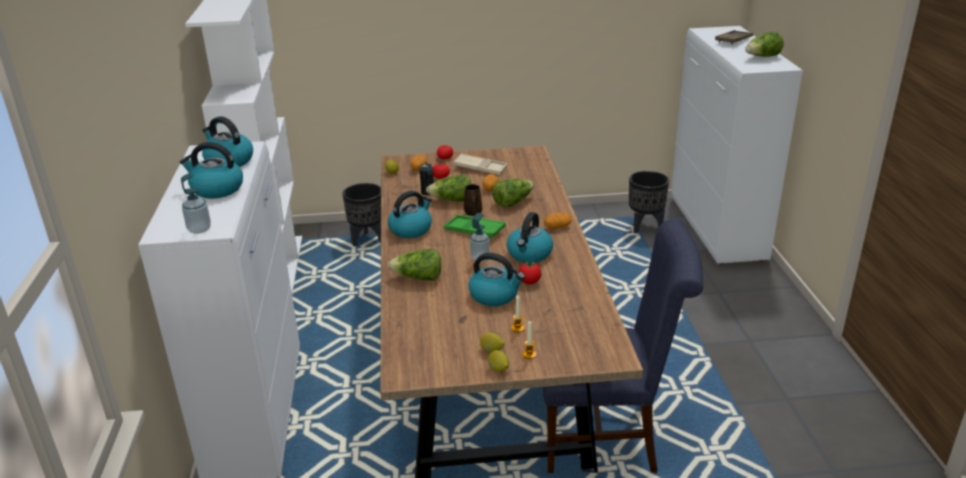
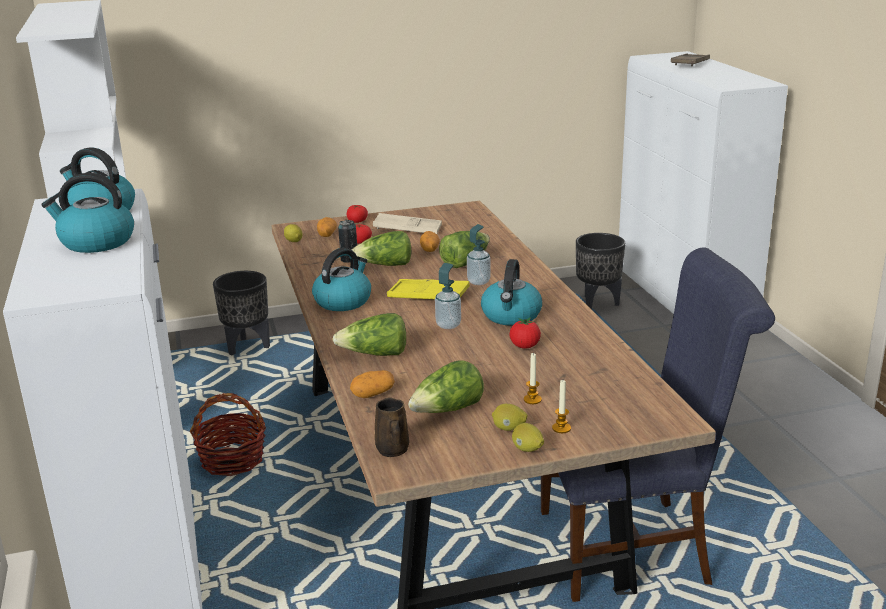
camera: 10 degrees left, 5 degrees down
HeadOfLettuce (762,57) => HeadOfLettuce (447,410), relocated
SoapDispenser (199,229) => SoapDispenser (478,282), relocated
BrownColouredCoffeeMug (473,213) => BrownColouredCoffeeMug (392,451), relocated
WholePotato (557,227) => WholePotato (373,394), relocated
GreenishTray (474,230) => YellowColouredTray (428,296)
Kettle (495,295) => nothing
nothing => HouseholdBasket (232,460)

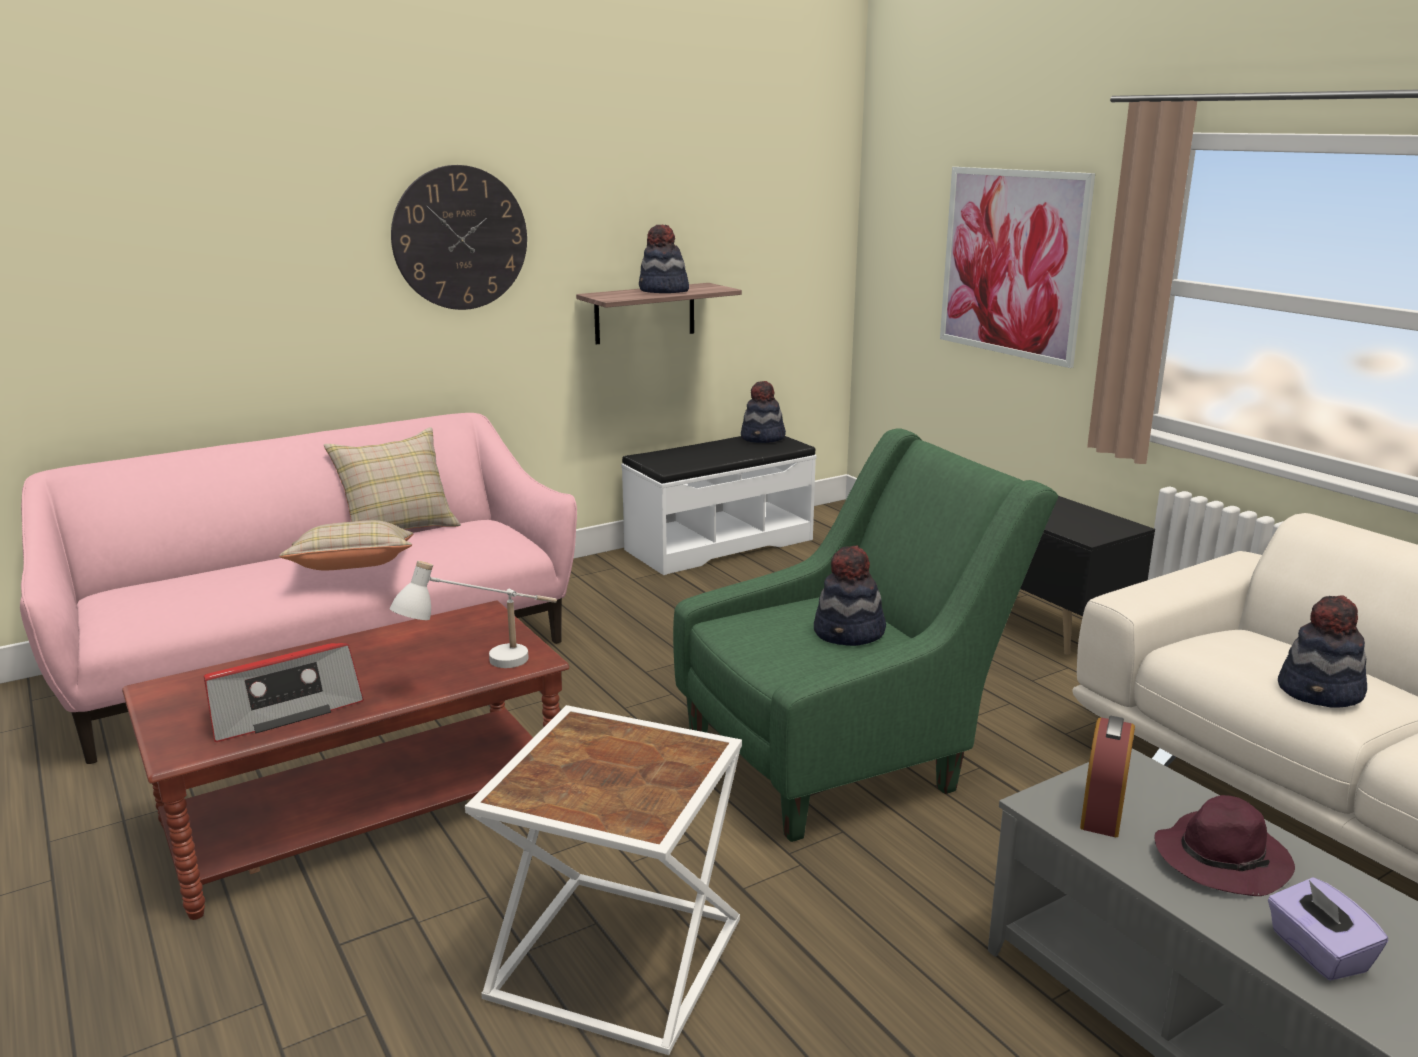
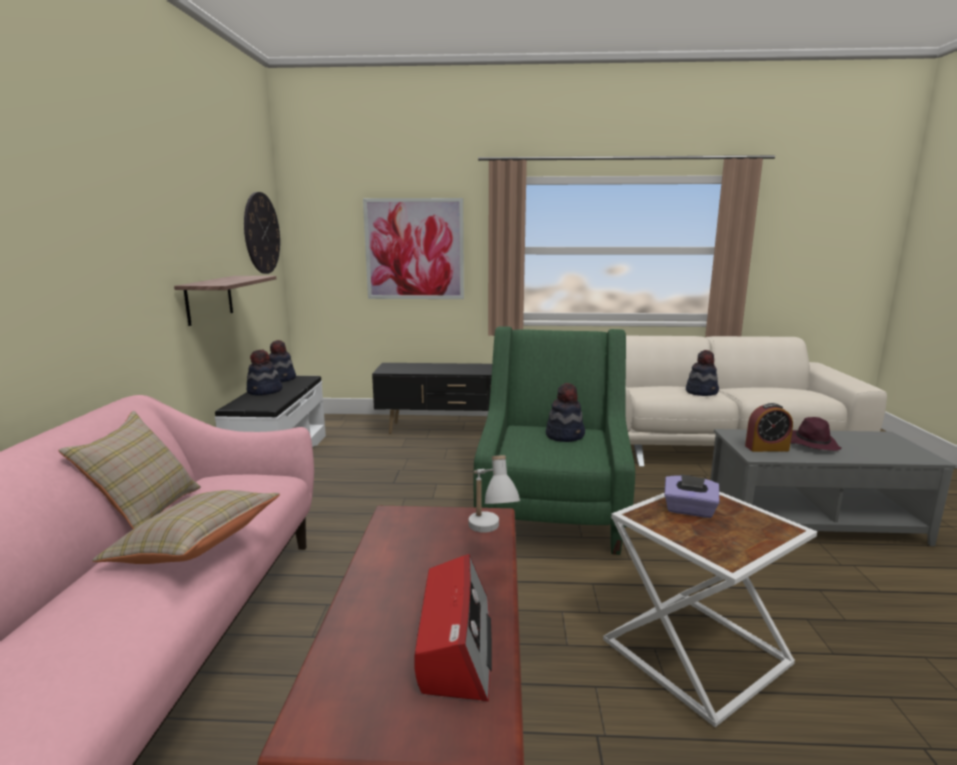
camera: 55 degrees left, 5 degrees down
ClockOnTheWall (460,238) => ClockOnTheWall (262,233), relocated
Hat (663,291) => Hat (265,391), relocated
TableClock (1103,811) => TableClock (766,448), 120 degrees clockwise
PurpleColouredBoxOfTissues (1317,952) => PurpleColouredBoxOfTissues (689,510), relocated

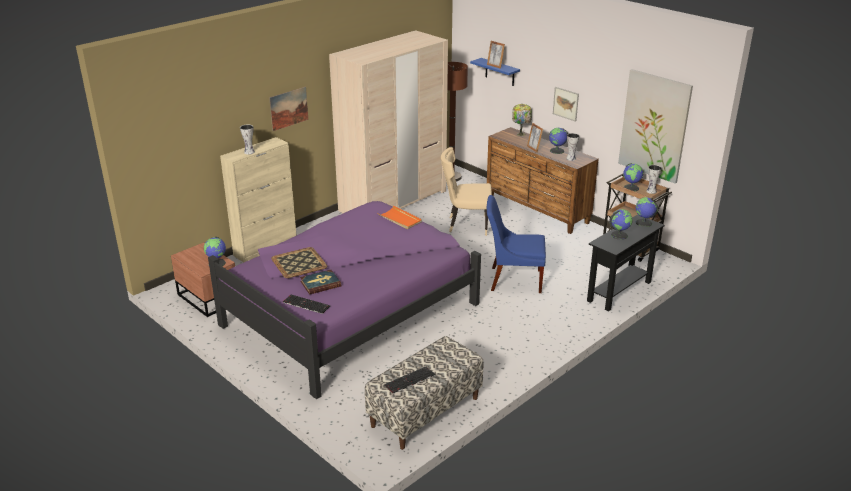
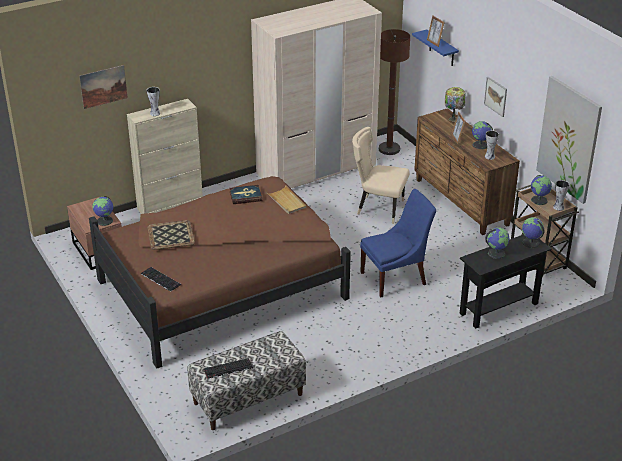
camera: 15 degrees right, 5 degrees up
WallArt (289,108) => WallArt (103,86), relocated
BlueColouredUprightChair (513,279) => BlueColouredUprightChair (396,278), 135 degrees clockwise
PurpleColouredBedroomBed (350,309) => BrownColouredBedroomBed (224,283)
OrangeTray (400,219) => BeigeTray (286,201)
BoundBook (320,283) => BoundBook (245,196), relocated

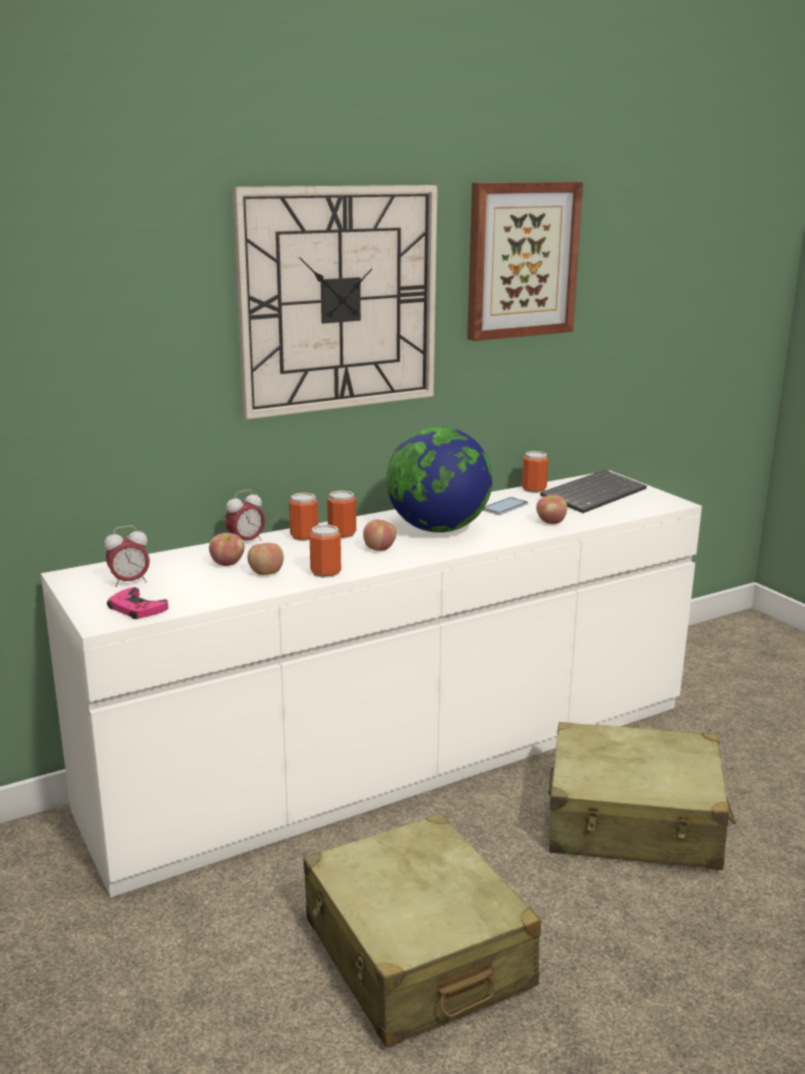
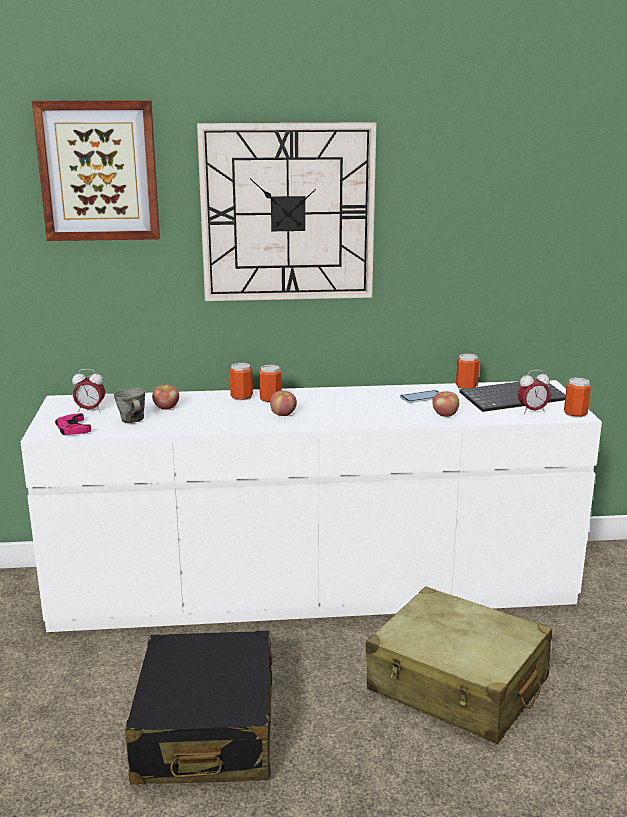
camera: 25 degrees right, 0 degrees up
WallArt (521,260) => WallArt (99,171), relocated
WorldGlobe (438,529) => nothing
TableClock (246,541) => TableClock (532,411), relocated
MetalCan (325,572) => MetalCan (575,414), relocated
Apple (266,573) => nothing
BeigePieceOfLuggage (416,954) => BlackColouredPieceOfLuggage (206,730)
nothing => GrayCoffeeMug (132,420)

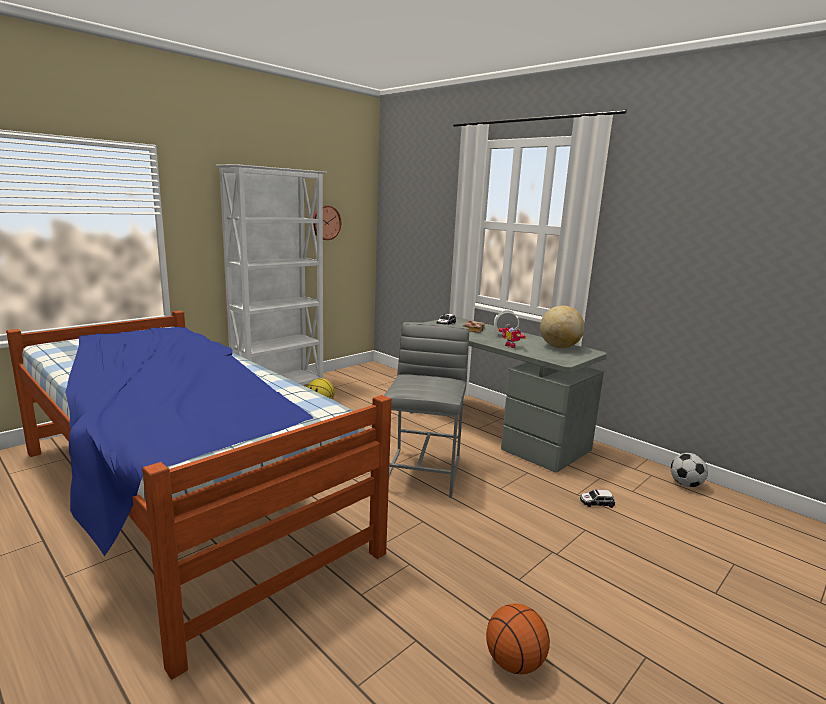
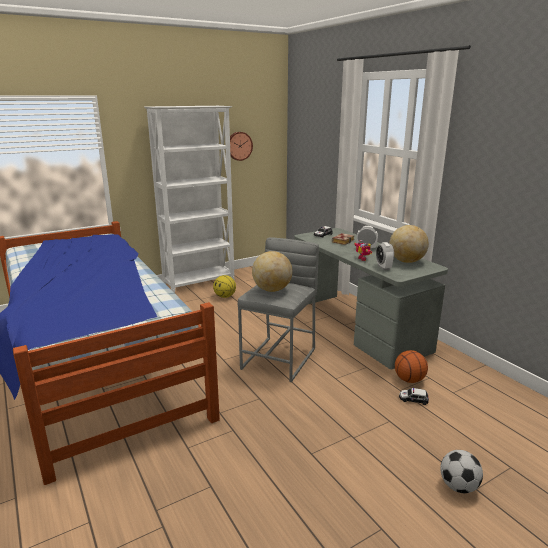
camera: 15 degrees right, 5 degrees up
BallForFootball (686,485) => BallForFootball (458,486), relocated
Basketball (514,662) => Basketball (409,380), relocated
nothing => TableClock (383,267)
nothing => WorldGlobe (272,290)

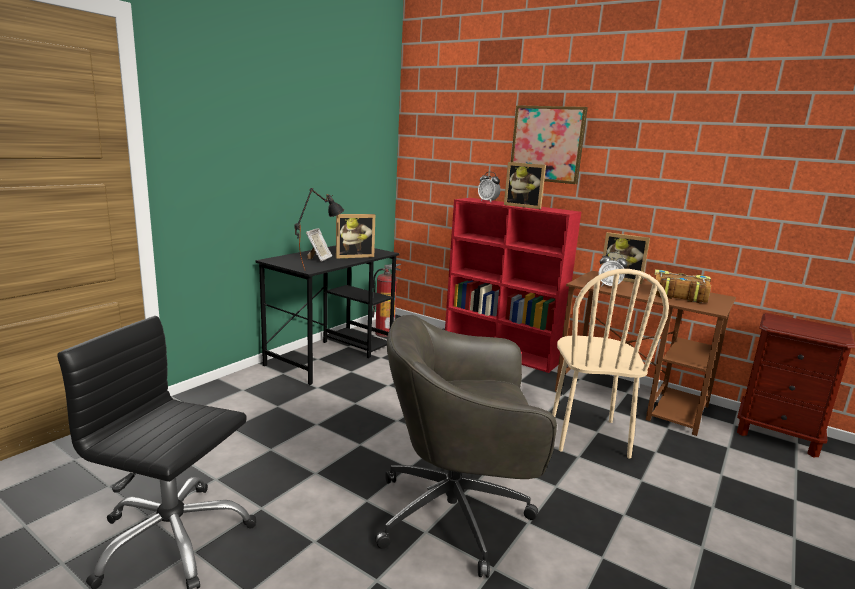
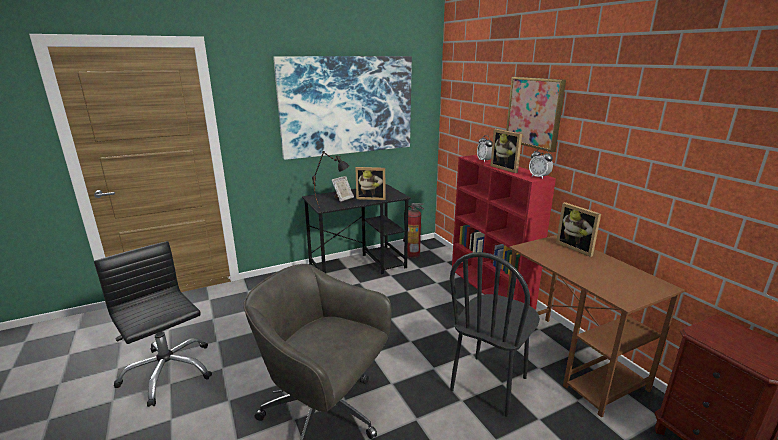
camera: 30 degrees right, 5 degrees up
TableClock (609,286) => TableClock (539,177), relocated
BeigeUprightChair (587,435) => BlackColouredUprightChair (489,384)
BoundBook (678,295) => nothing
nothing => WallArt (347,106)

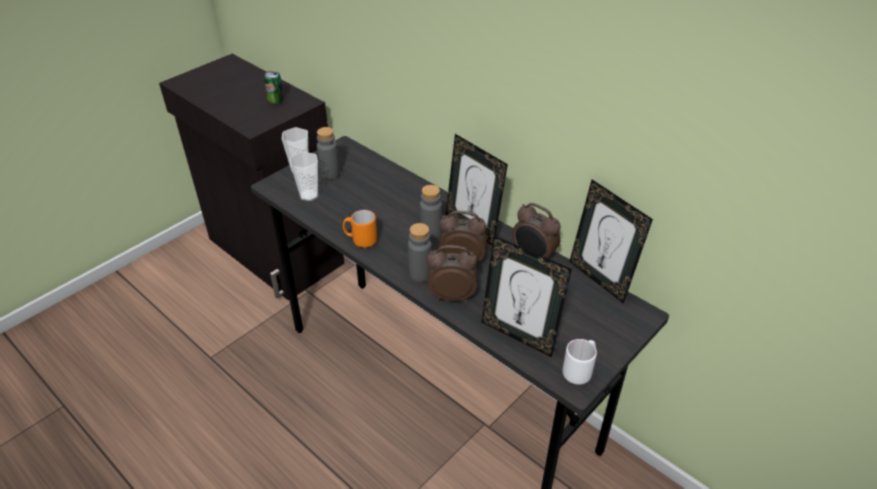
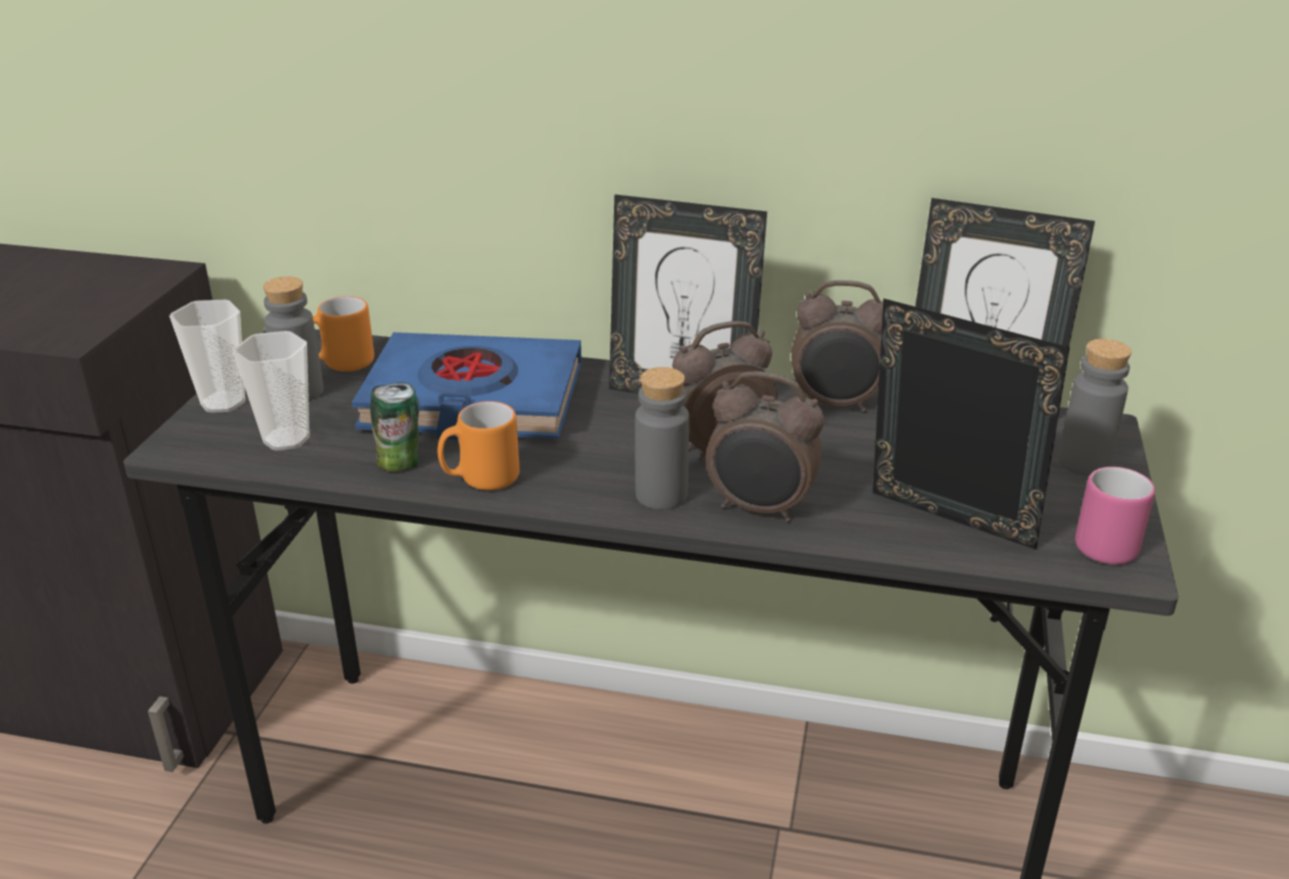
camera: 30 degrees left, 10 degrees down
MetalCan (275,101) => MetalCan (400,463), relocated
GrayDrinkBottle (431,234) => GrayDrinkBottle (1083,463), relocated
PictureFrame (519,335) => PictureFrame (946,527), 150 degrees counterclockwise
TableClock (452,296) => TableClock (760,509), 135 degrees counterclockwise
WhitishCoffeeMug (579,370) => PinkColouredCoffeeMug (1104,542)
nothing => OrangeCoffeeMug (340,364)
nothing => BlueColouredBoundBook (473,400)

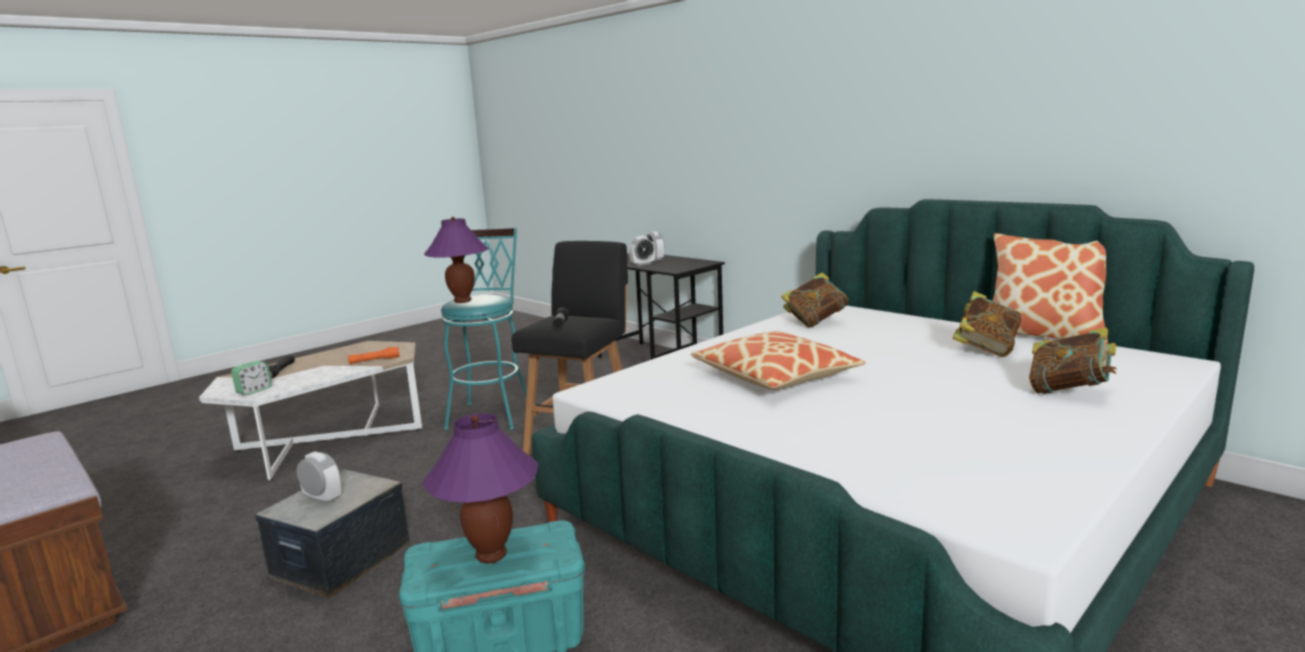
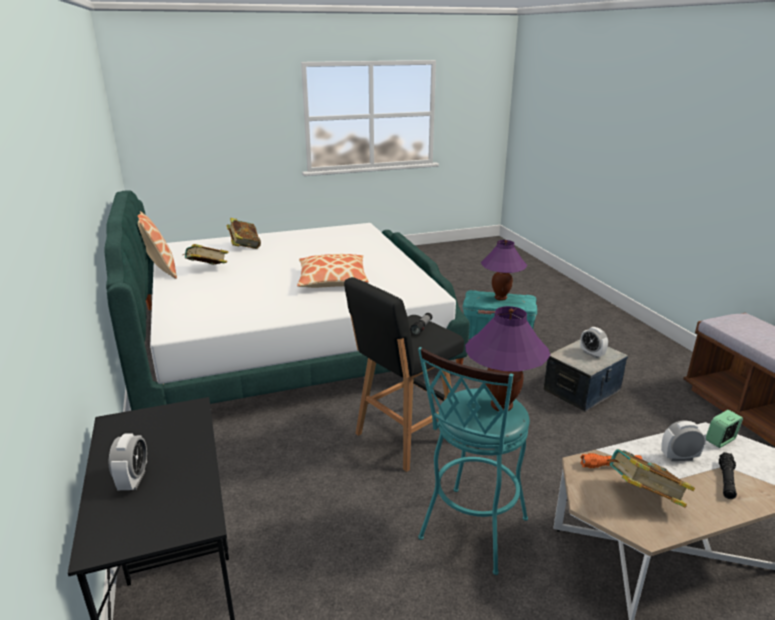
camera: 155 degrees left, 10 degrees up
TableClock (642,264) => TableClock (679,457), relocated
BoundBook (815,322) => BoundBook (642,497), relocated

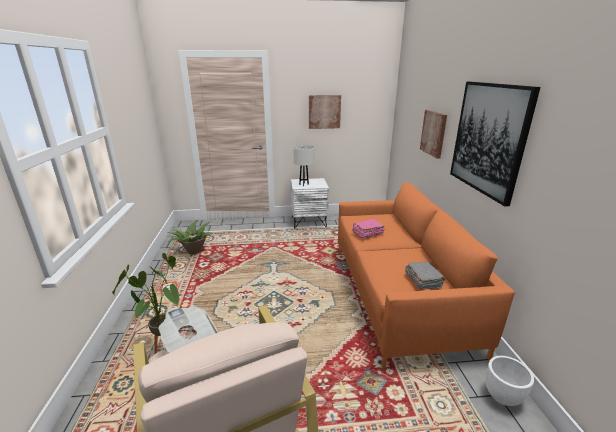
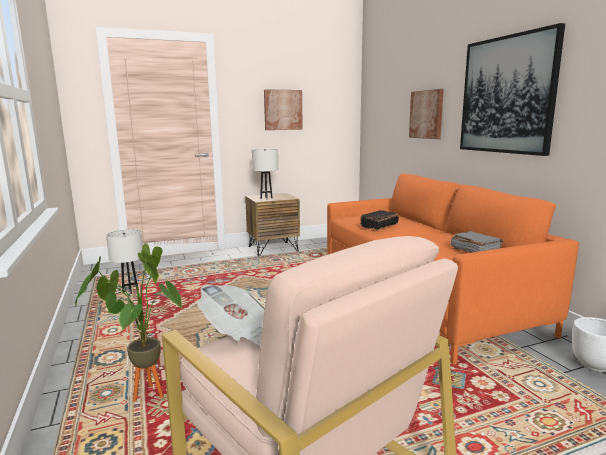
camera: 15 degrees left, 10 degrees down
WhitishBedsideTable (309,222) => BrownColouredBedsideTable (273,249)
PinkColouredBoundBook (367,233) => BlackColouredBoundBook (378,226)
Houseplant (193,252) => WhitishLampForATable (130,291)

